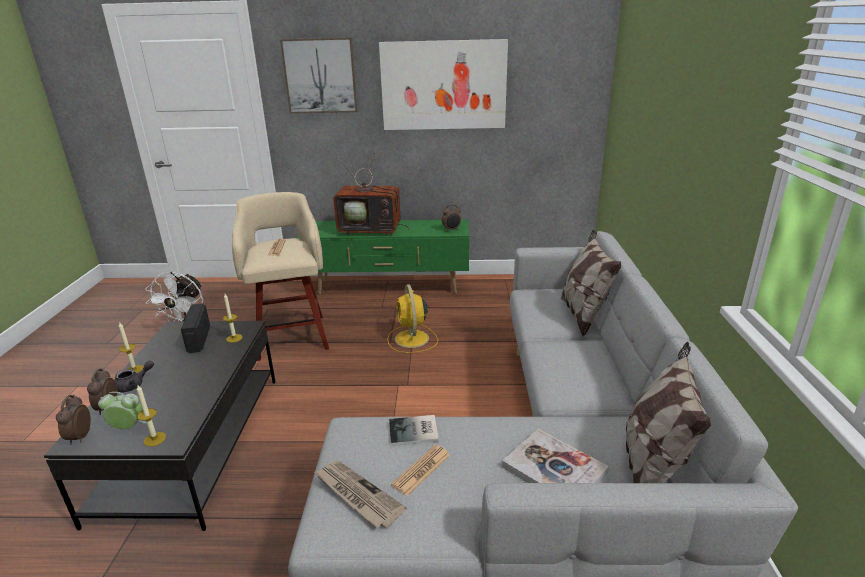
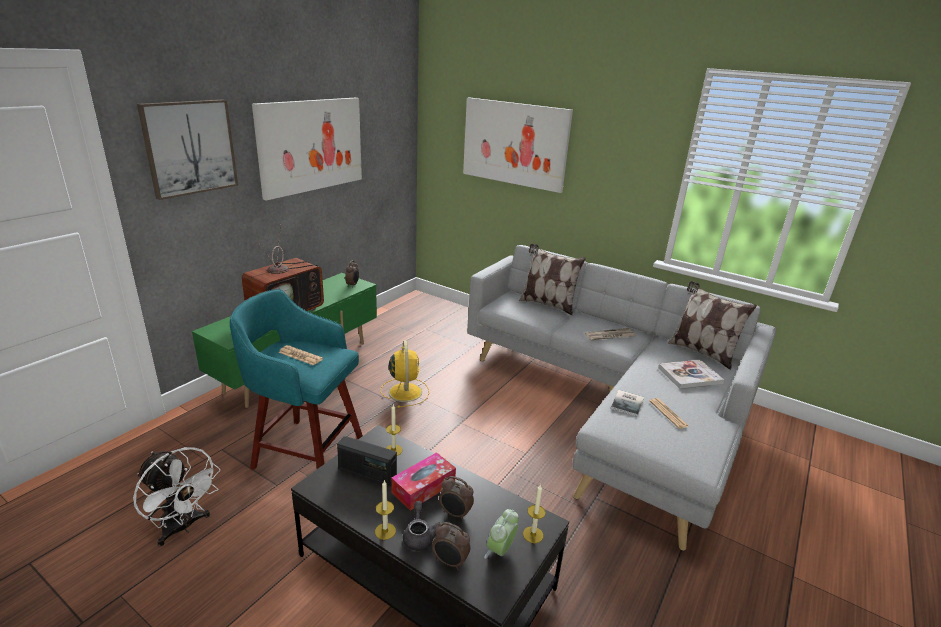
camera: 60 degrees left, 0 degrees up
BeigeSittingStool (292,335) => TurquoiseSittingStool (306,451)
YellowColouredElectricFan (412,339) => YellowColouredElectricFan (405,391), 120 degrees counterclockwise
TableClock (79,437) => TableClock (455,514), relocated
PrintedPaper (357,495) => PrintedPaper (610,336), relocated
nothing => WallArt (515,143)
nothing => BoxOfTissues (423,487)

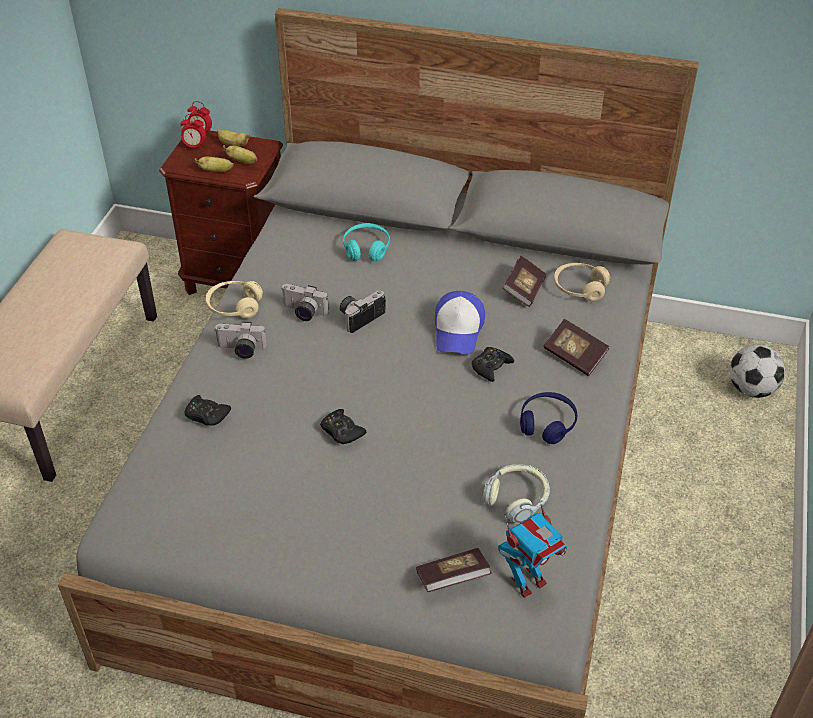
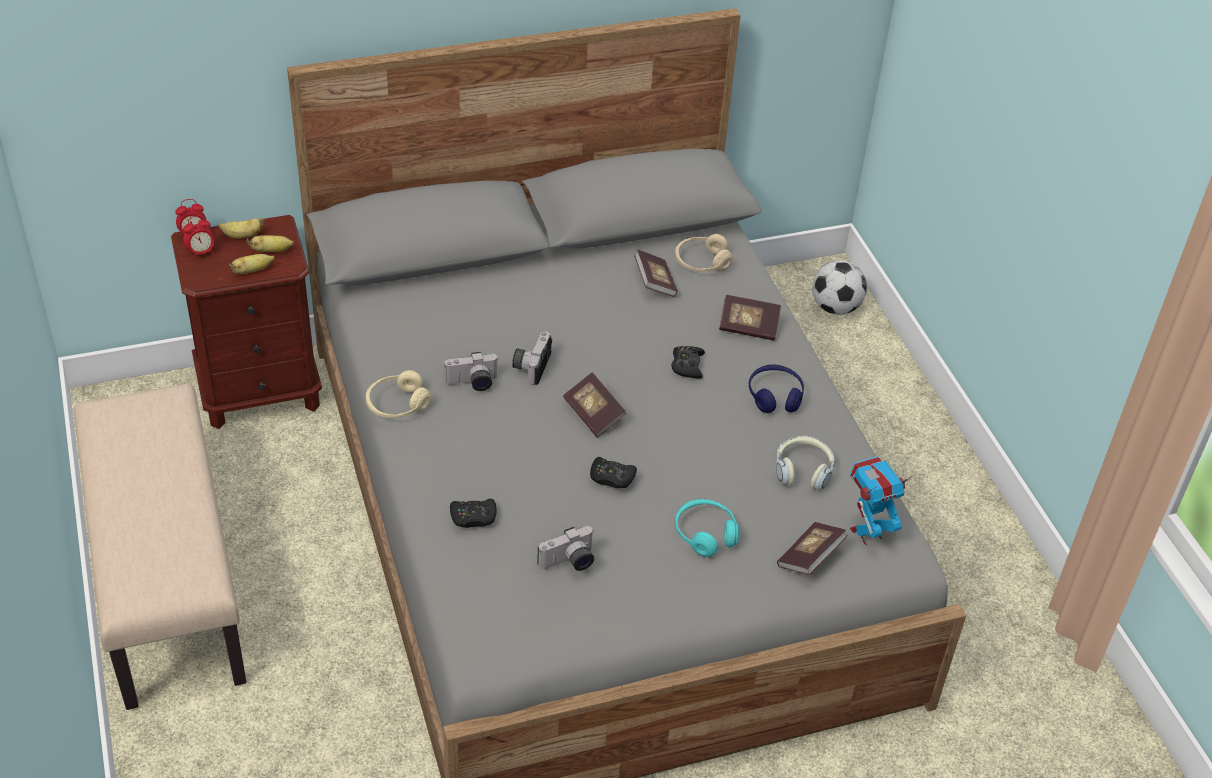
camera: 35 degrees left, 0 degrees up
TurquoiseHeadset (366,249) => TurquoiseHeadset (705,534), relocated
BaseballCap (458,330) => nothing
StillCamera (241,350) => StillCamera (569,563), relocated
ToyRobot (527,582) => ToyRobot (867,533), 135 degrees counterclockwise
nothing => BoundBook (594,414)

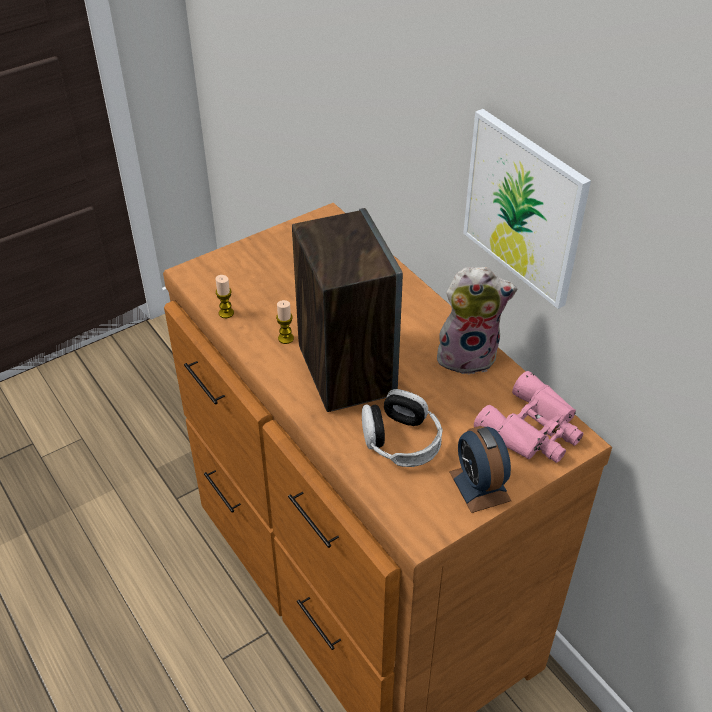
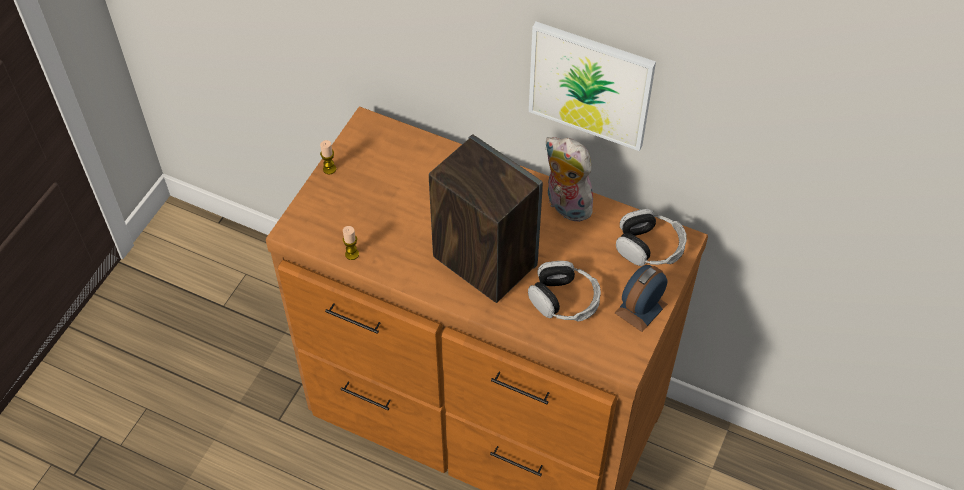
camera: 30 degrees left, 10 degrees up
CuddlyToy (468,355) => CuddlyToy (565,206), 105 degrees counterclockwise
WaxCandle (285,338) => WaxCandle (329,169), relocated
PinkColouredBinoculars (534,430) => Headset (649,247)
TableClock (479,486) => TableClock (641,308), 90 degrees clockwise

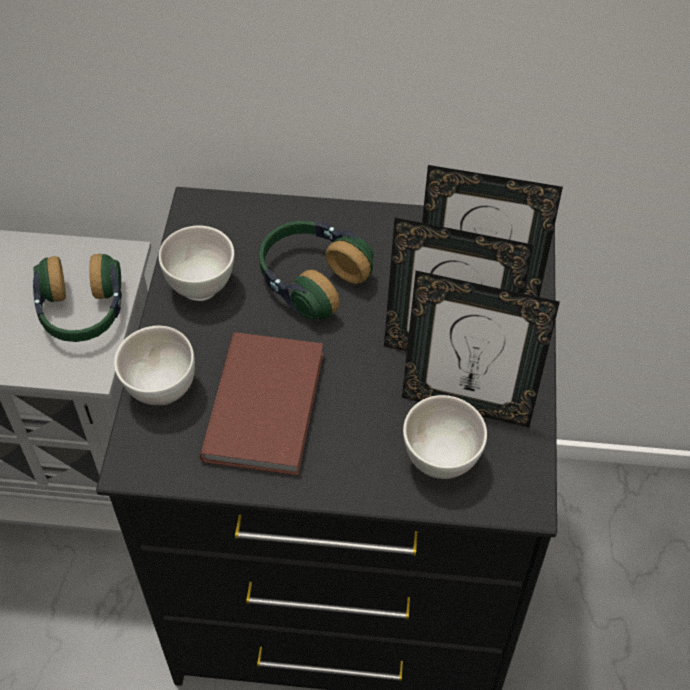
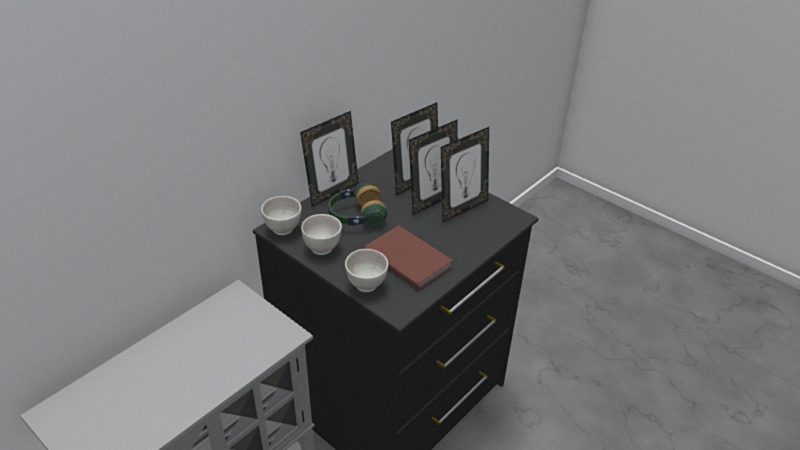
camera: 55 degrees left, 15 degrees down
Headset (82,313) => nothing
WhitishServingBowl (441,461) => WhitishServingBowl (283,229), relocated
nothing => PictureFrame (332,192)

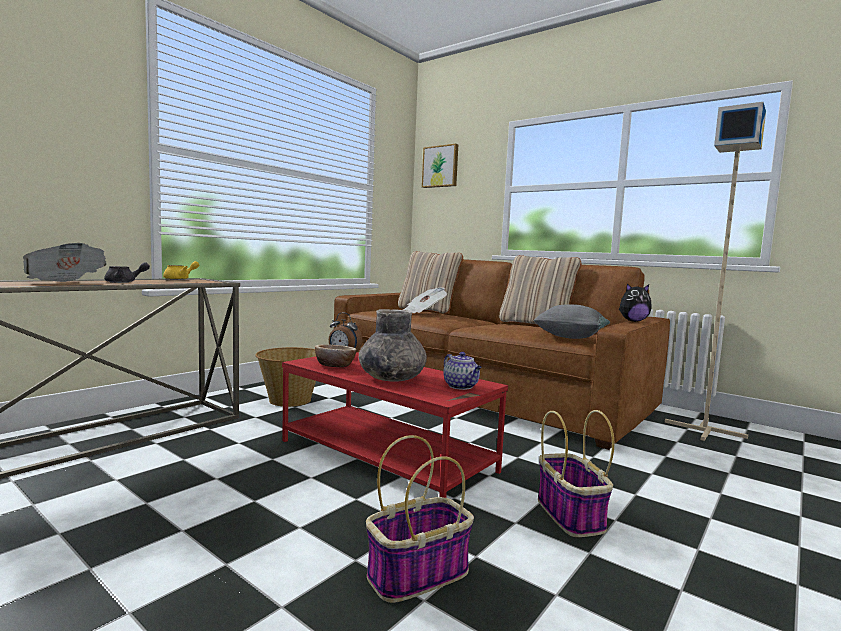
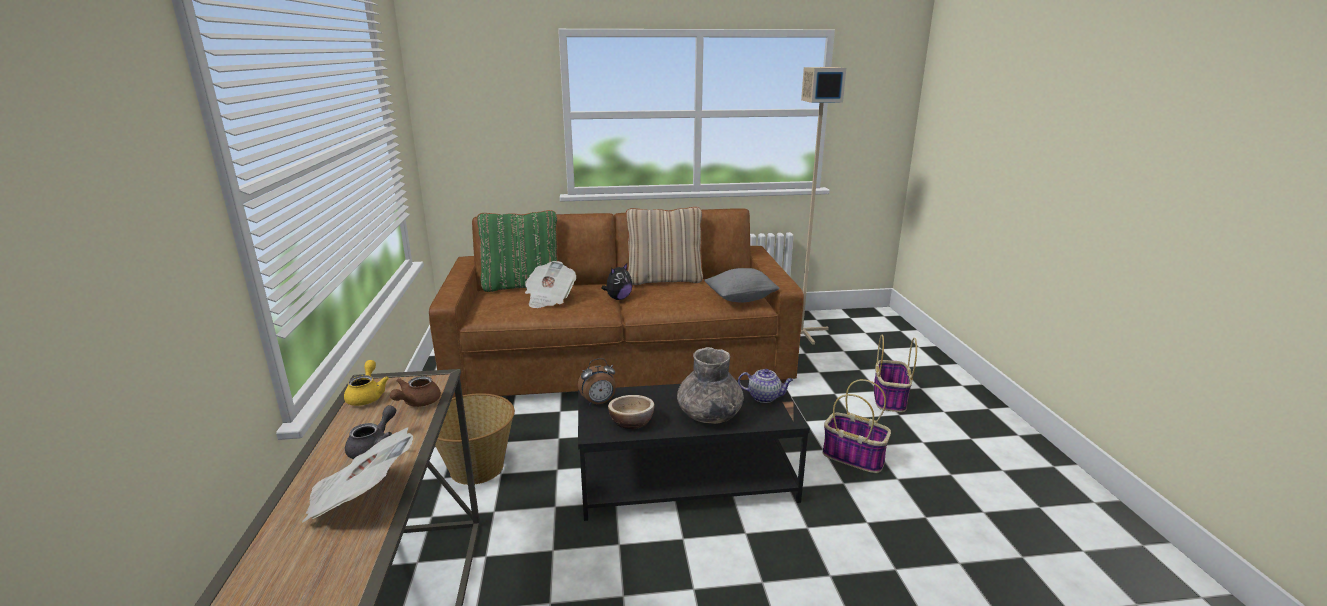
camera: 45 degrees left, 15 degrees up
WallArt (441,166) => nothing
BeigePillow (428,310) => GreenishPillow (522,285)
CuddlyToy (633,321) => CuddlyToy (618,298), relocated
RedColouredCoffeeTable (387,455) => BlackColouredCoffeeTable (687,479)
HouseholdBasket (418,573) => HouseholdBasket (889,398), relocated
nothing => BrownColouredTeaPot (417,402)

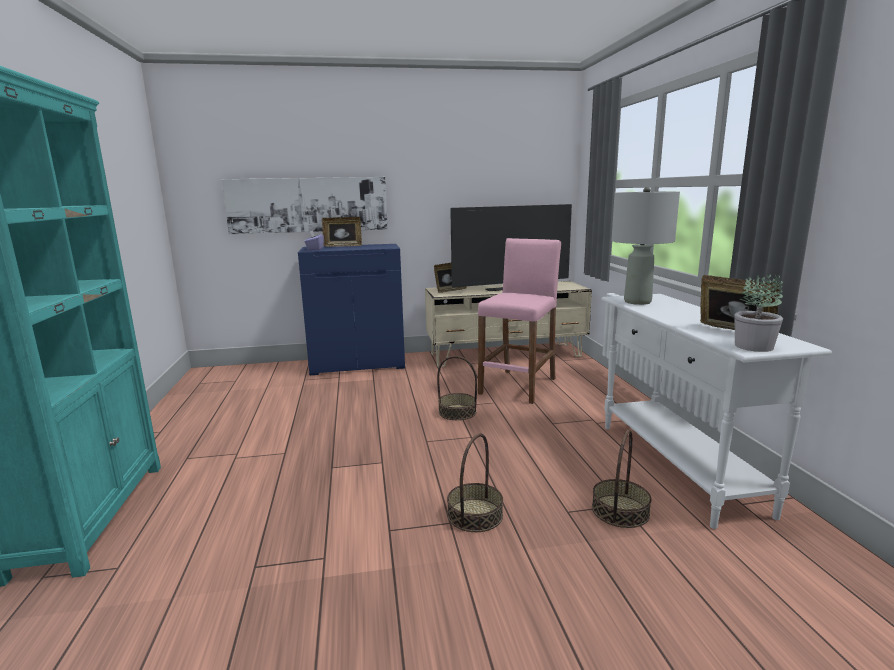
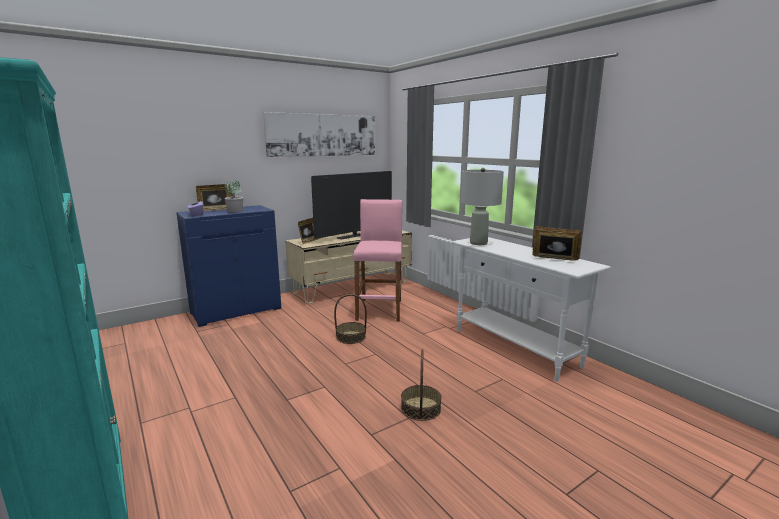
camera: 25 degrees left, 0 degrees up
WallArt (308,205) => WallArt (323,135), relocated
Houseplant (754,347) => Houseplant (235,211), relocated
HouseholdBasket (620,511) => nothing

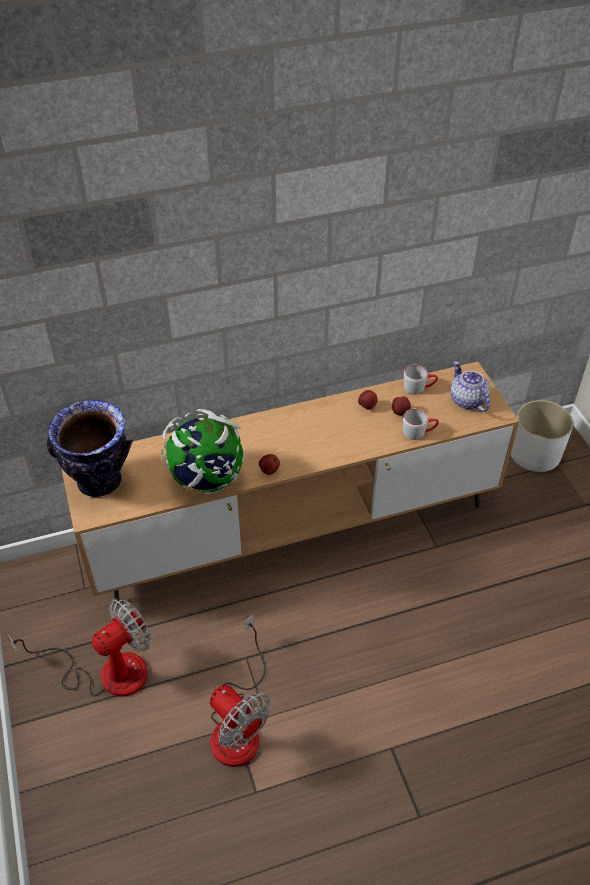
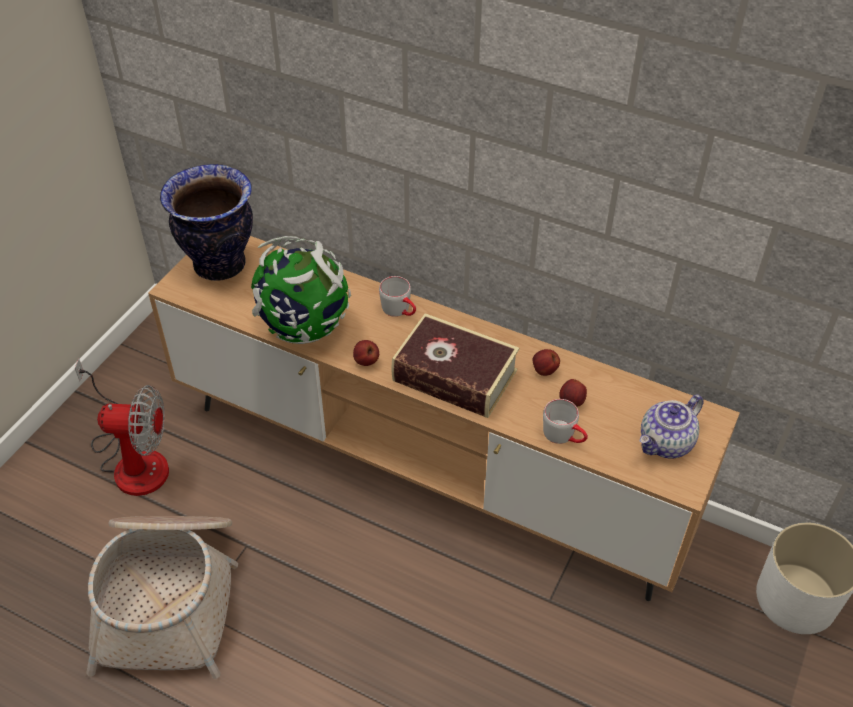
camera: 45 degrees right, 0 degrees up
TeaPot (467,400) => TeaPot (666,443), 150 degrees counterclockwise
GrayCoffeeMug (419,387) => GrayCoffeeMug (400,310), relocated
ElectricFan (238,724) => HouseholdBasket (171,596)
nothing => BoundBook (454,376)

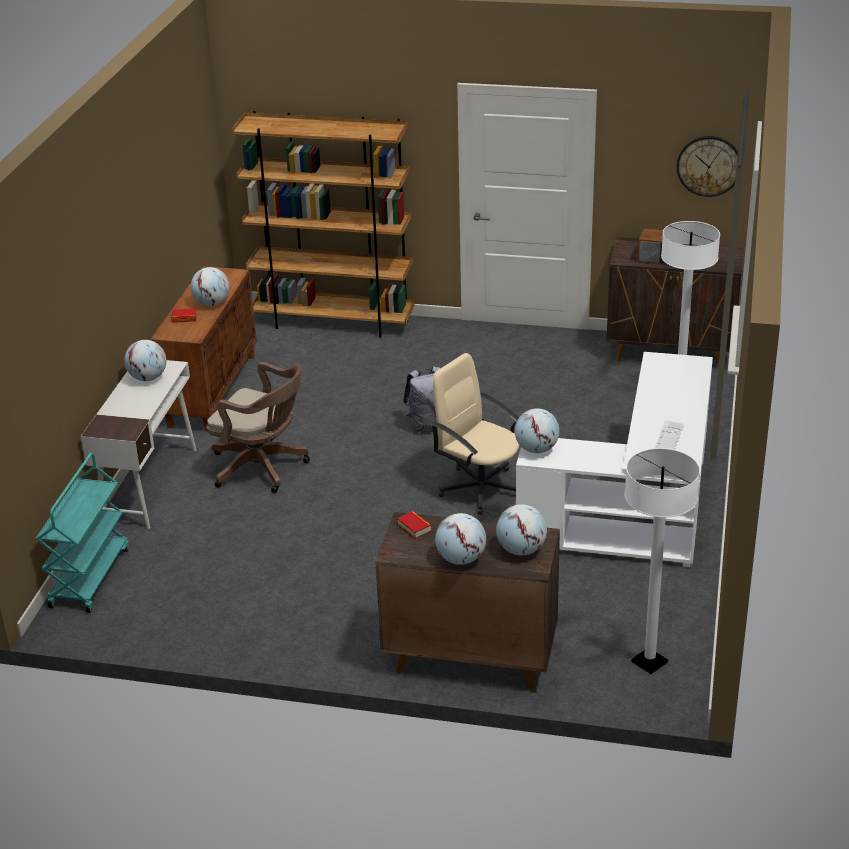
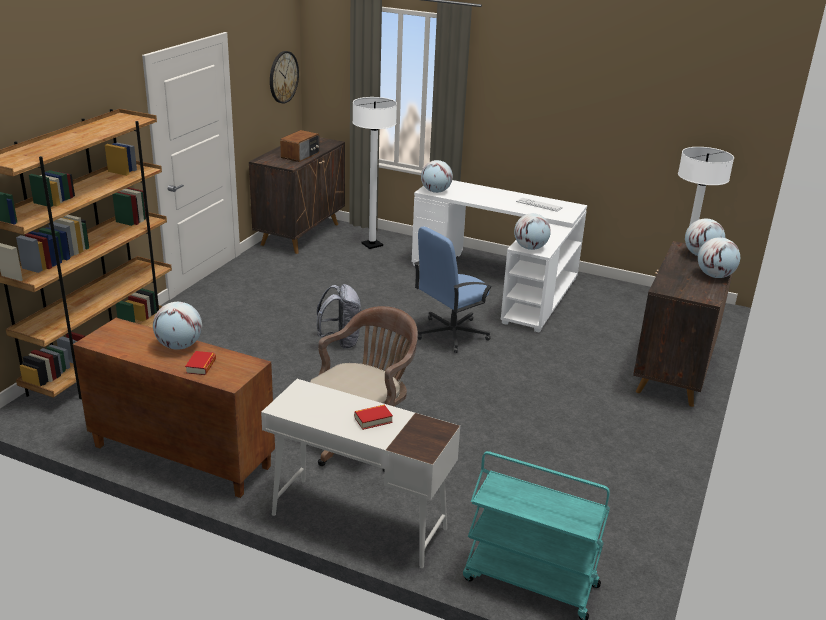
camera: 80 degrees left, 5 degrees down
WorldGlobe (148,378) => WorldGlobe (436,191), relocated
BeigeDeskChair (480,488) => BlueColouredDeskChair (451,334)
BoundBook (414,527) => BoundBook (373,420), relocated

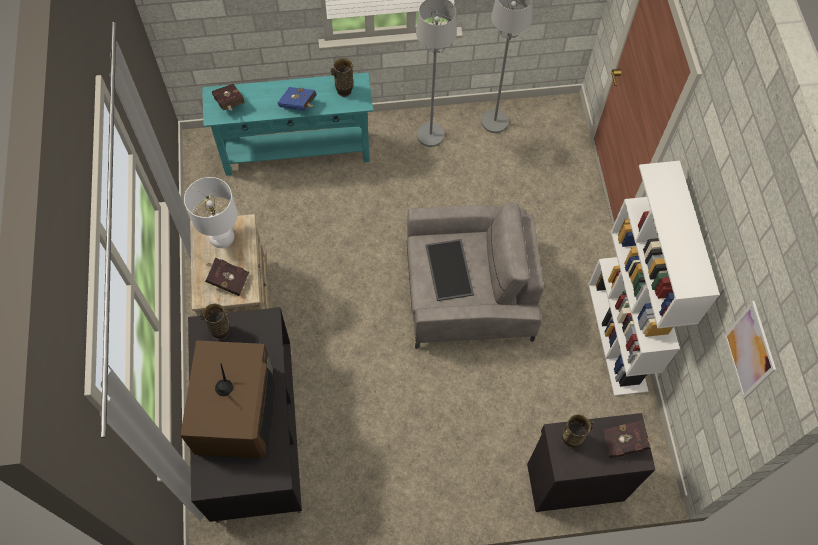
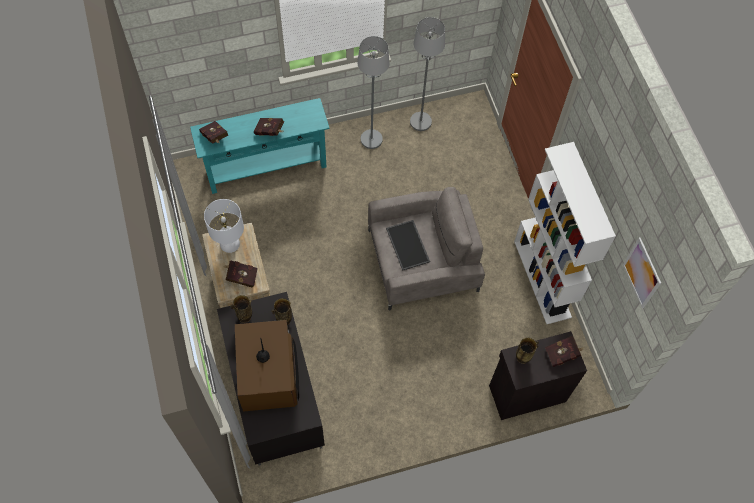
camera: 10 degrees left, 0 degrees up
DecorativeVase (344,91) => DecorativeVase (284,320), relocated
BlueColouredBoundBook (299,105) => RedColouredBoundBook (270,131)

